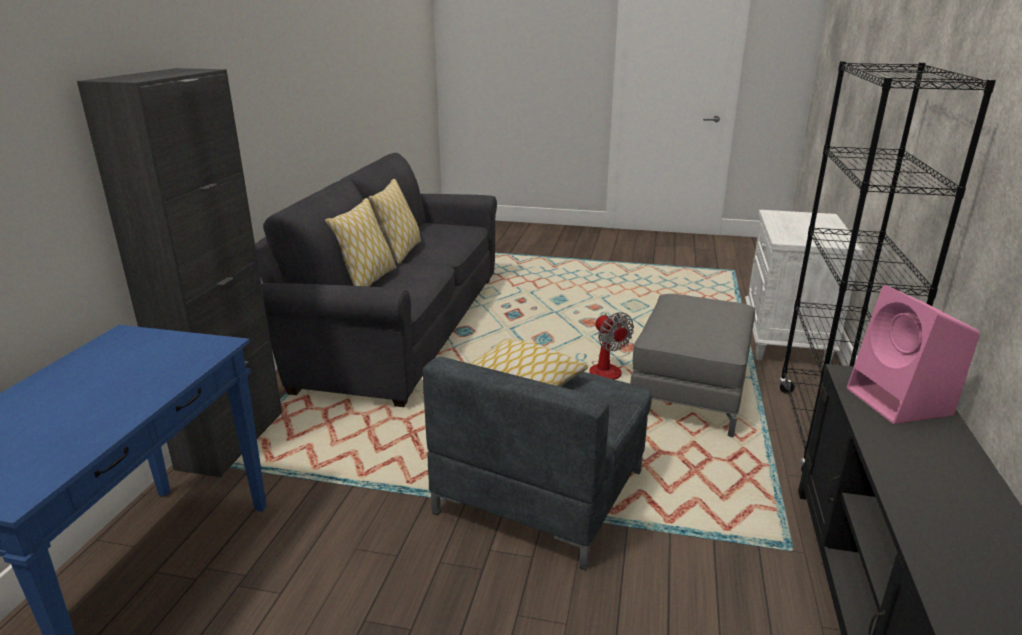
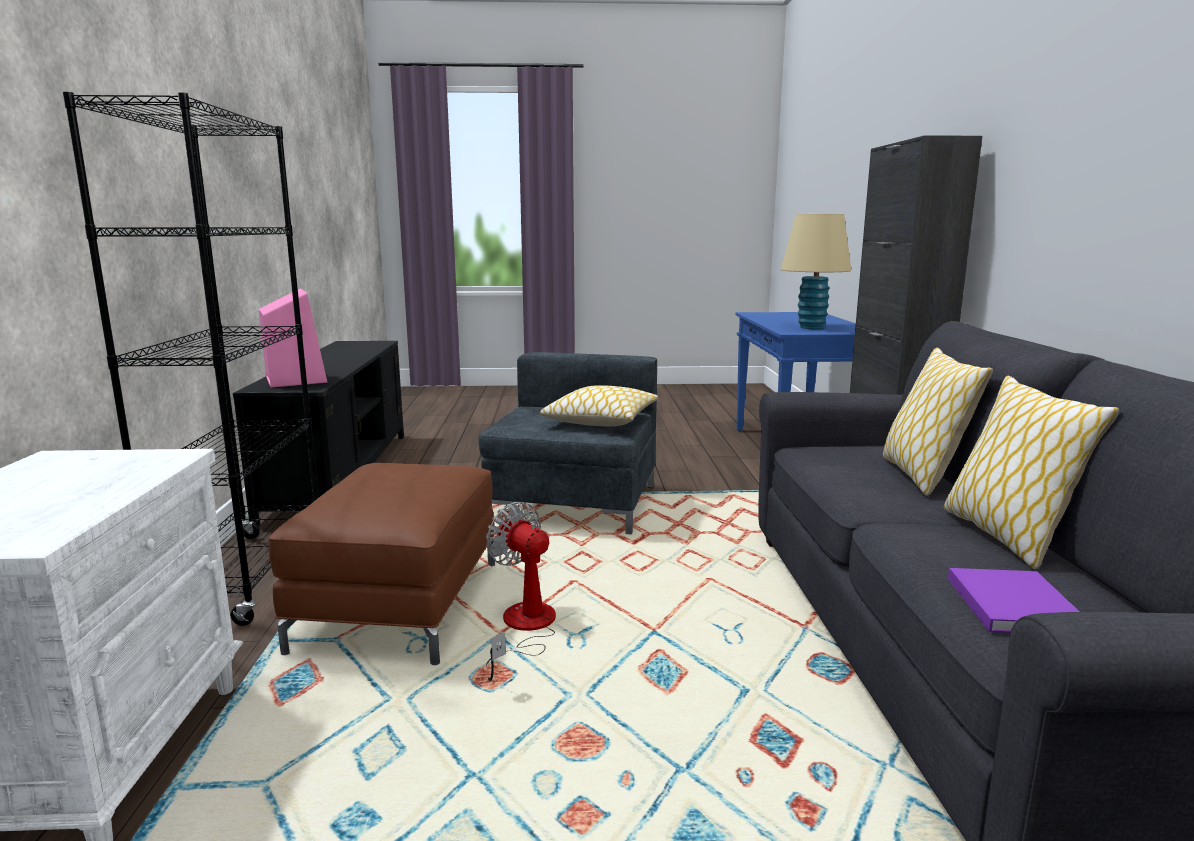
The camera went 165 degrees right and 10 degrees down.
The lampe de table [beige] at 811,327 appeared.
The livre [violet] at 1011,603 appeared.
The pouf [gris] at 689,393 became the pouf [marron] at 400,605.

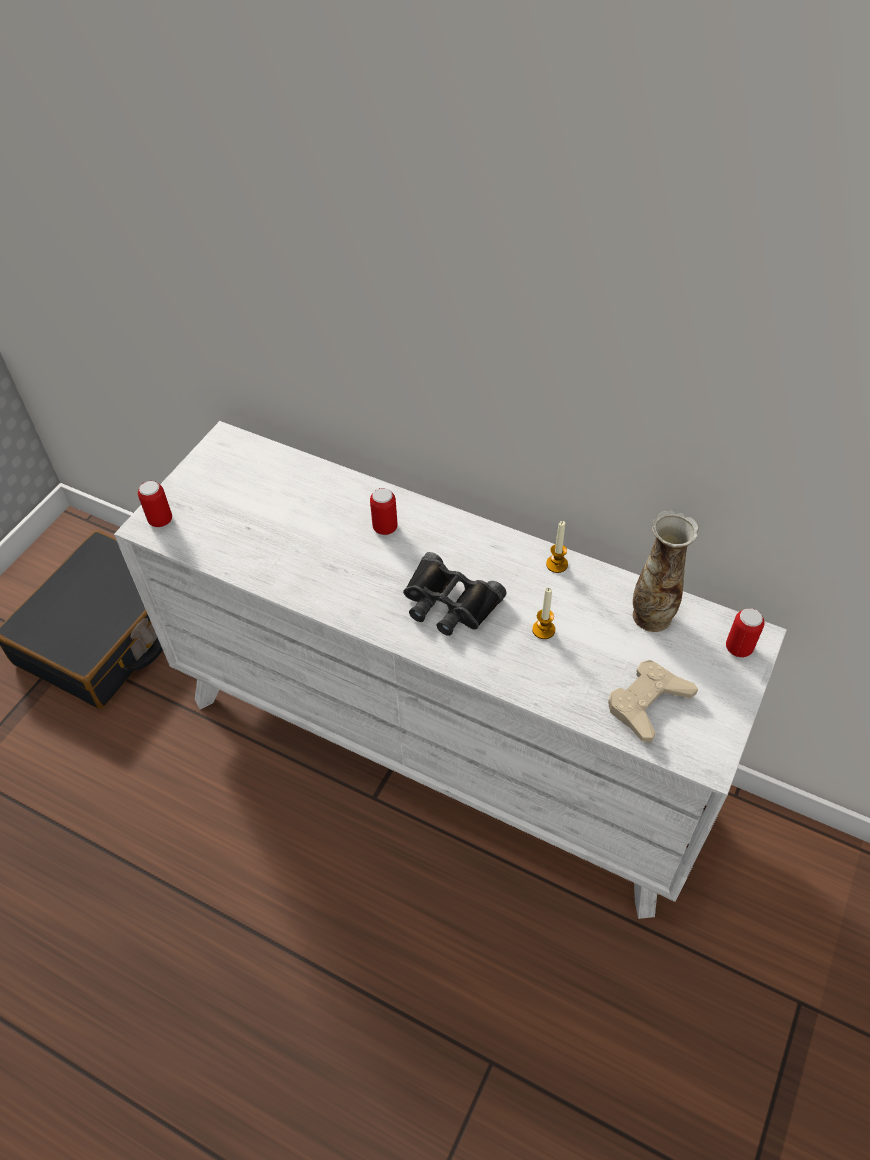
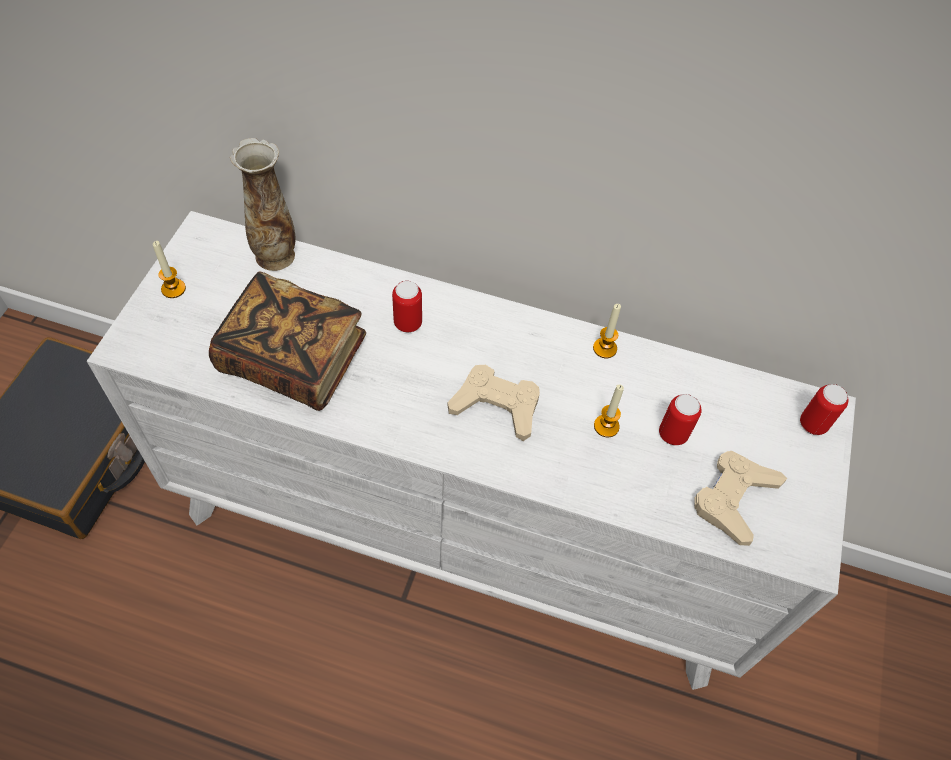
The camera went 15 degrees left and 5 degrees up.
The bougie at 173,289 appeared.
The livre at 293,359 appeared.
The boîte métallique moved from 160,520 to 672,434.
The vase moved from 652,615 to 275,255.
The jumelles [noir] at 448,603 was replaced by the manette [beige] at 496,405.

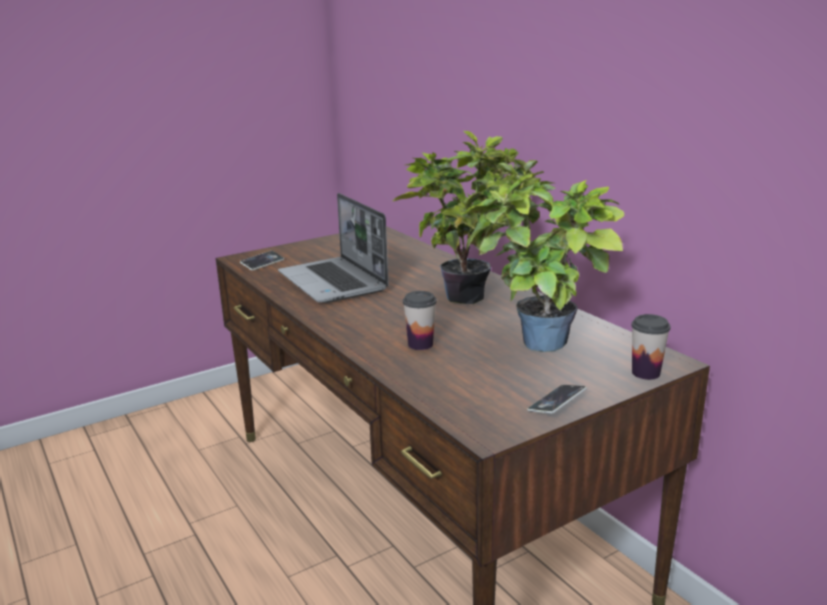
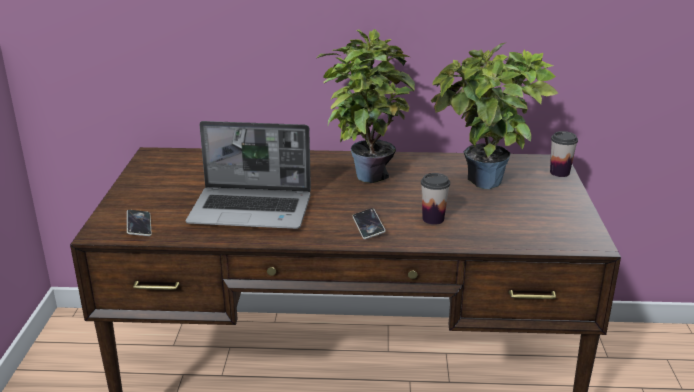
The camera went 55 degrees left and 5 degrees up.
The téléphone moved from 557,403 to 368,226.

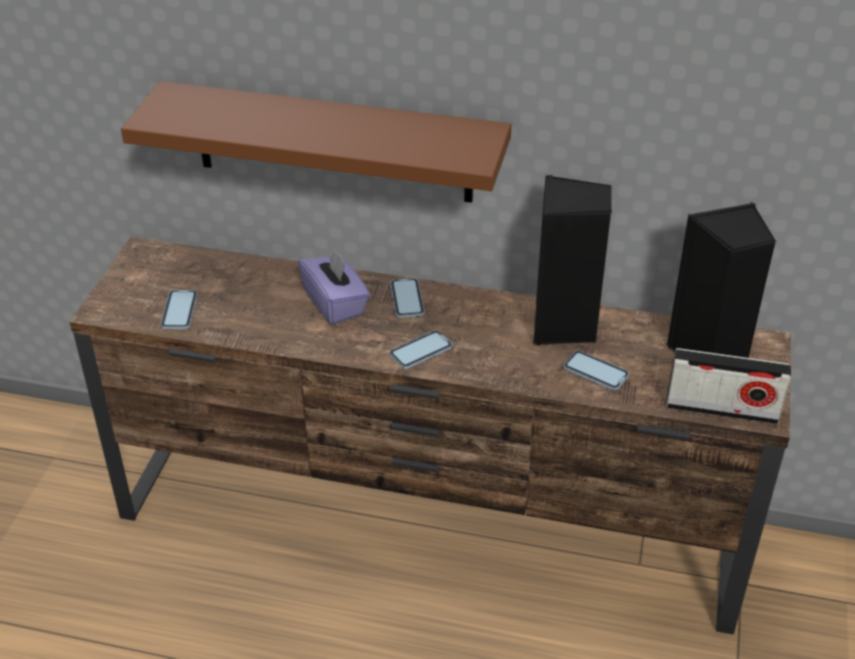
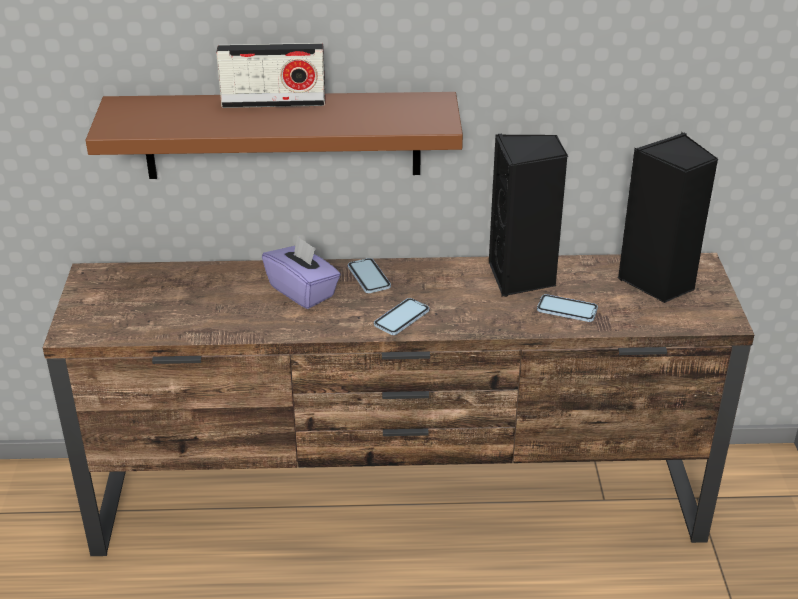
The camera went 15 degrees left and 5 degrees down.
The téléphone at 179,311 disappeared.
The radio moved from 722,409 to 273,102.

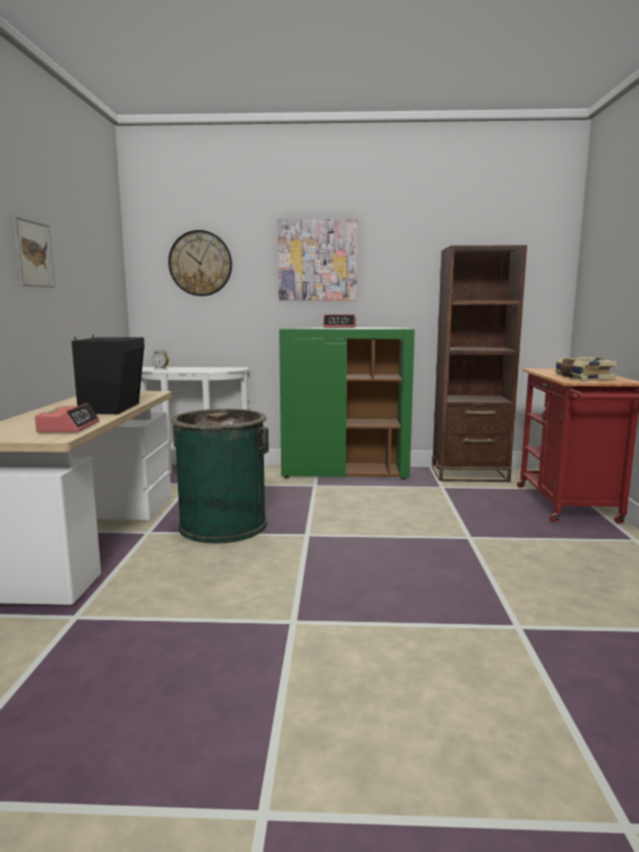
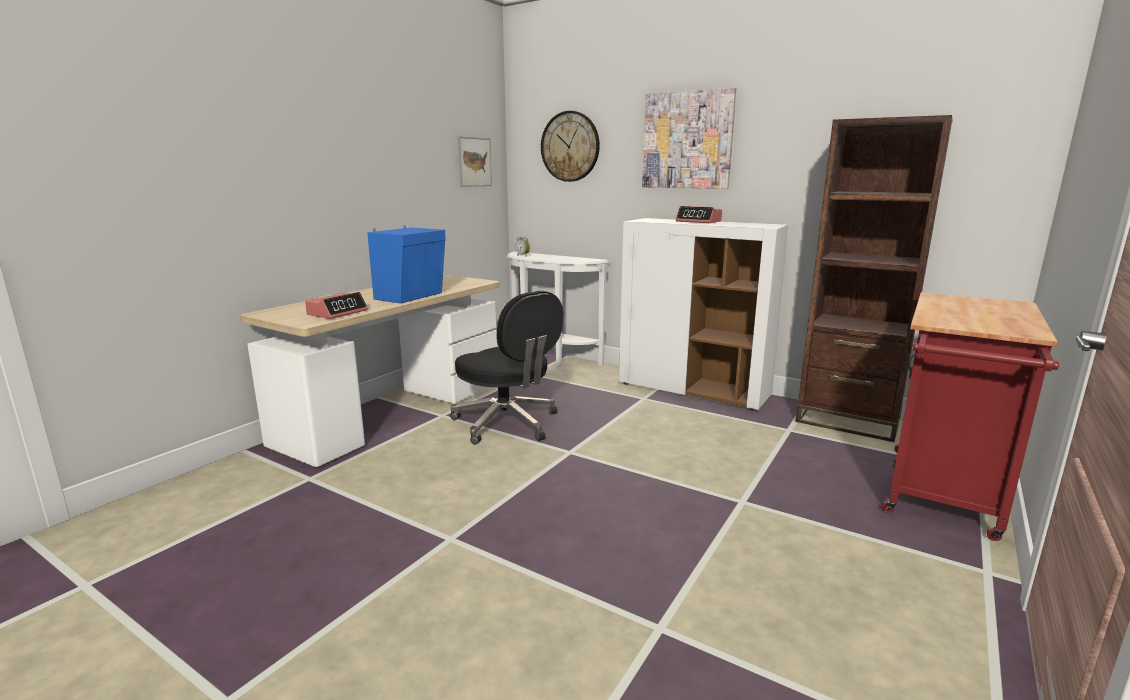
The camera went 30 degrees right and 5 degrees up.
The livre at 582,377 disappeared.
The tableau moved from 33,254 to 474,162.
The poubelle [vert] at 223,525 was replaced by the chaise de bureau [noir] at 507,423.
The enceinte [noir] at 114,408 became the enceinte [bleu] at 412,296.
The meuble de rangement [vert] at 345,473 became the meuble de rangement [blanc] at 694,390.

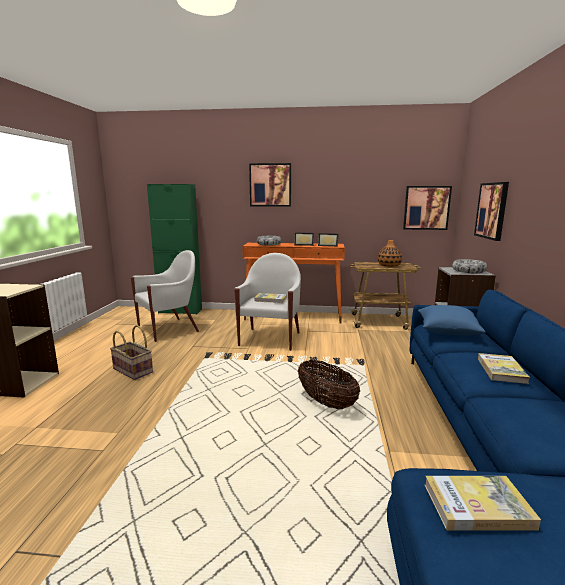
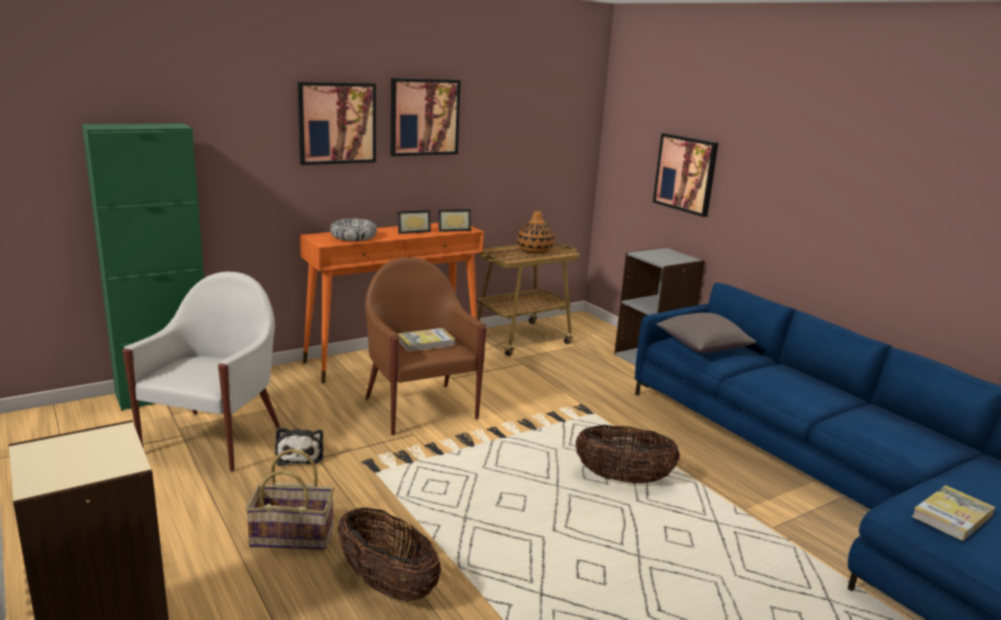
The camera went 40 degrees left and 5 degrees up.
The bol at 468,271 disappeared.
The livre at 501,370 disappeared.
The peluche at 300,455 appeared.
The panier at 387,584 appeared.
The tableau moved from 426,208 to 424,117.
The fauteuil [blanc] at 270,338 became the fauteuil [marron] at 420,407.
The coussin [bleu] at 447,331 became the coussin [gris] at 702,347.

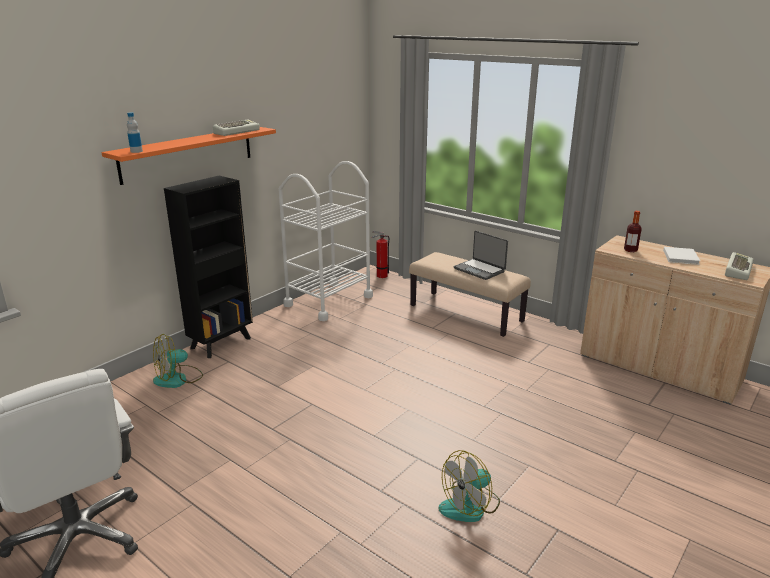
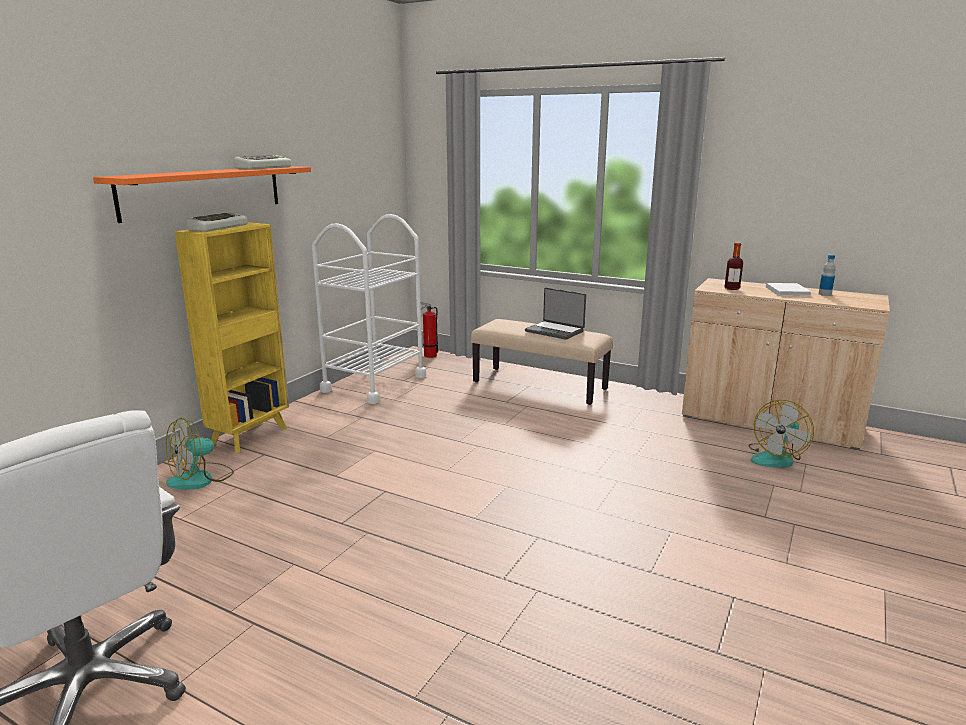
The camera went 10 degrees left and 5 degrees down.
The bouteille moved from 136,151 to 825,294.
The ventilateur moved from 470,506 to 776,458.
The clavier moved from 737,270 to 218,227.
The bibliothèque [noir] at 222,343 became the bibliothèque [jaune] at 251,435.

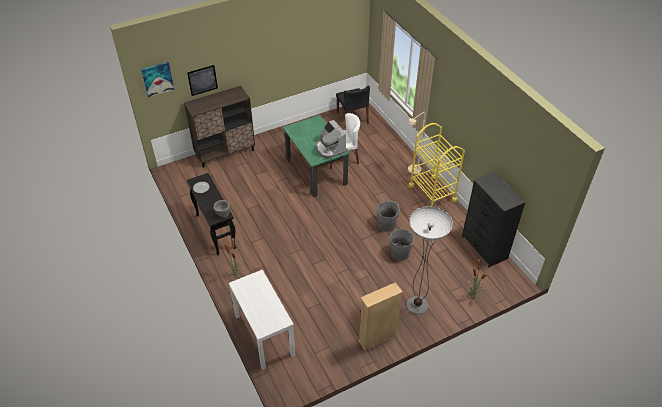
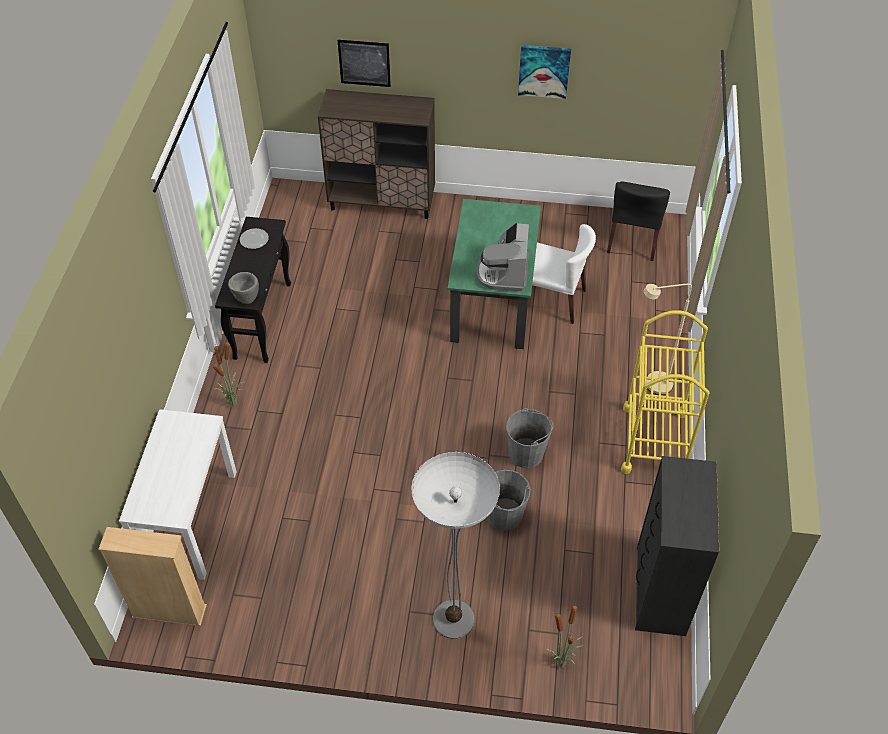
The camera went 35 degrees right and 5 degrees up.
The tableau moved from 157,79 to 544,71.
The bibliothèque [beige] moved from 377,338 to 169,611.

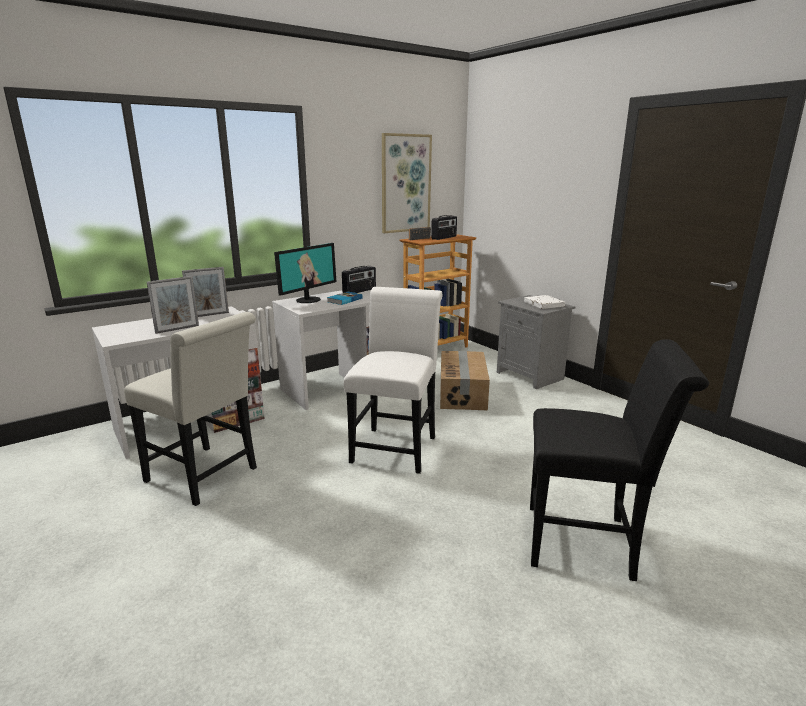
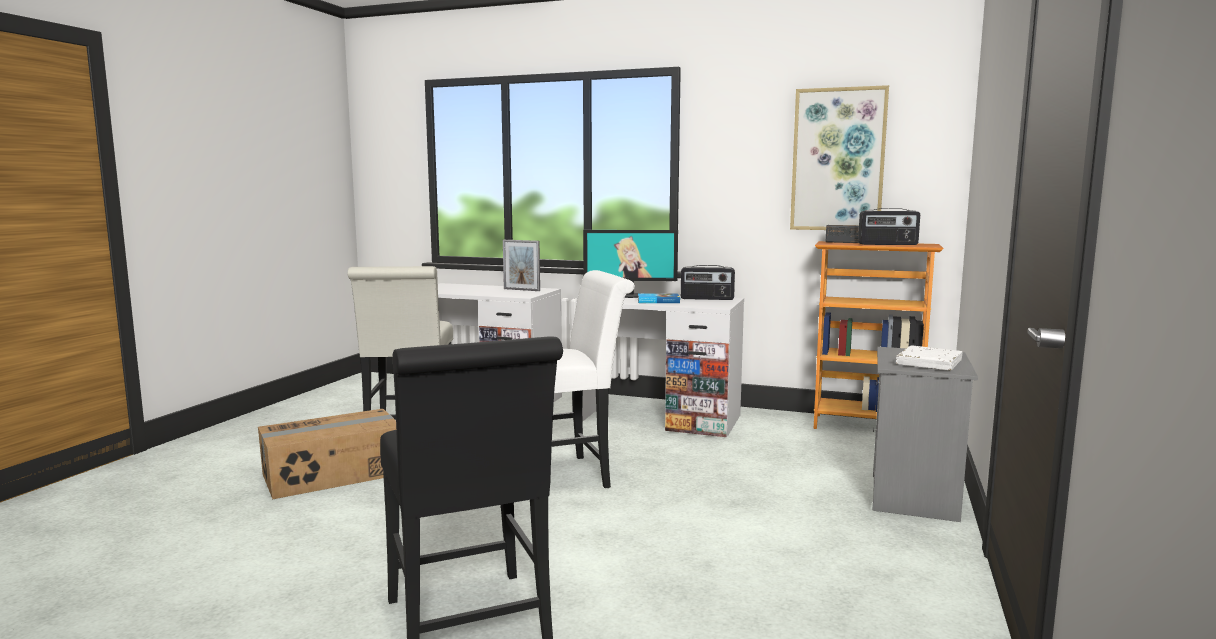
The camera went 55 degrees right and 10 degrees down.
The cadre photo at 177,329 disappeared.
The carton moved from 463,393 to 333,474.

